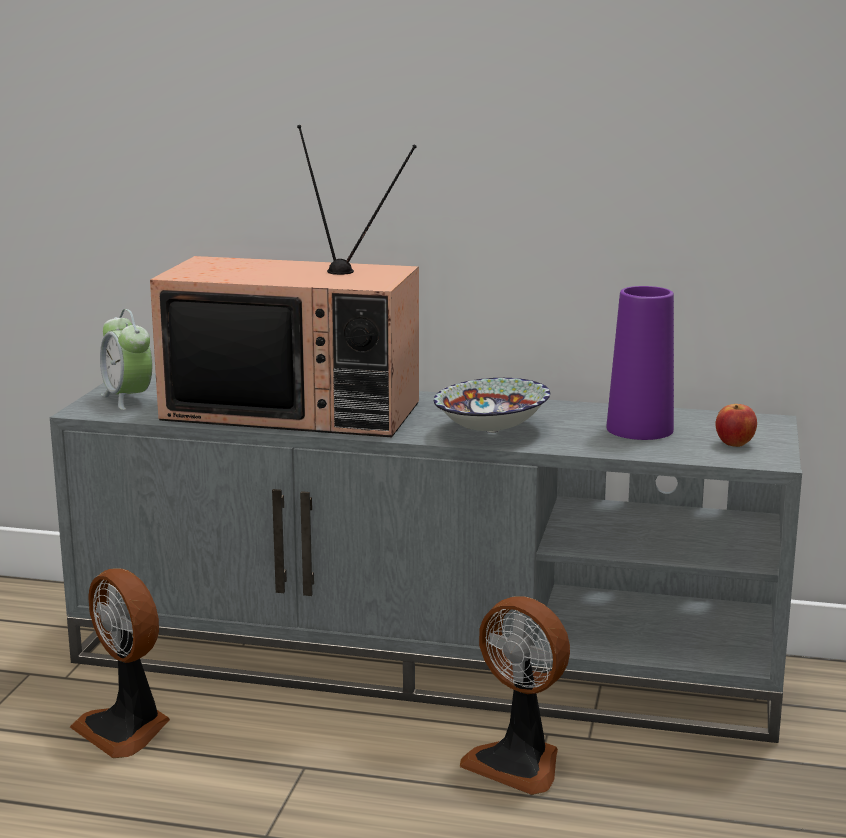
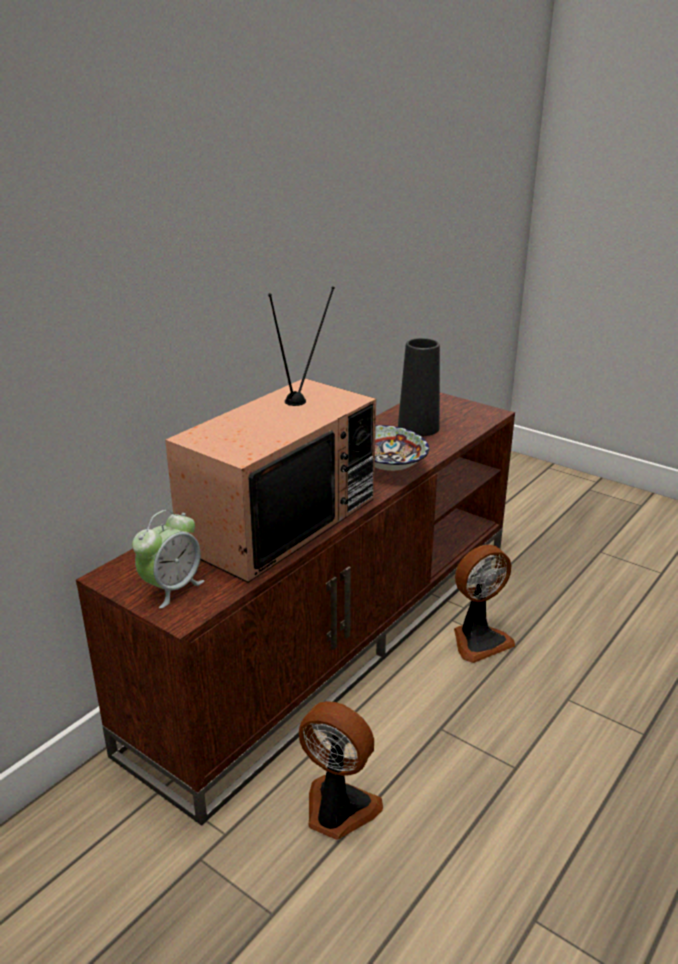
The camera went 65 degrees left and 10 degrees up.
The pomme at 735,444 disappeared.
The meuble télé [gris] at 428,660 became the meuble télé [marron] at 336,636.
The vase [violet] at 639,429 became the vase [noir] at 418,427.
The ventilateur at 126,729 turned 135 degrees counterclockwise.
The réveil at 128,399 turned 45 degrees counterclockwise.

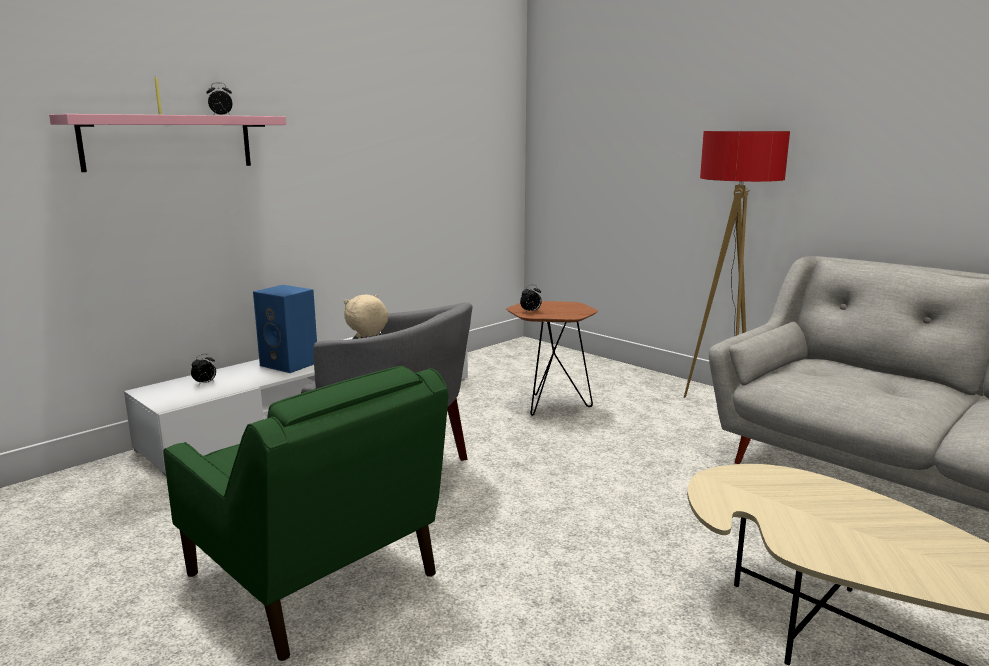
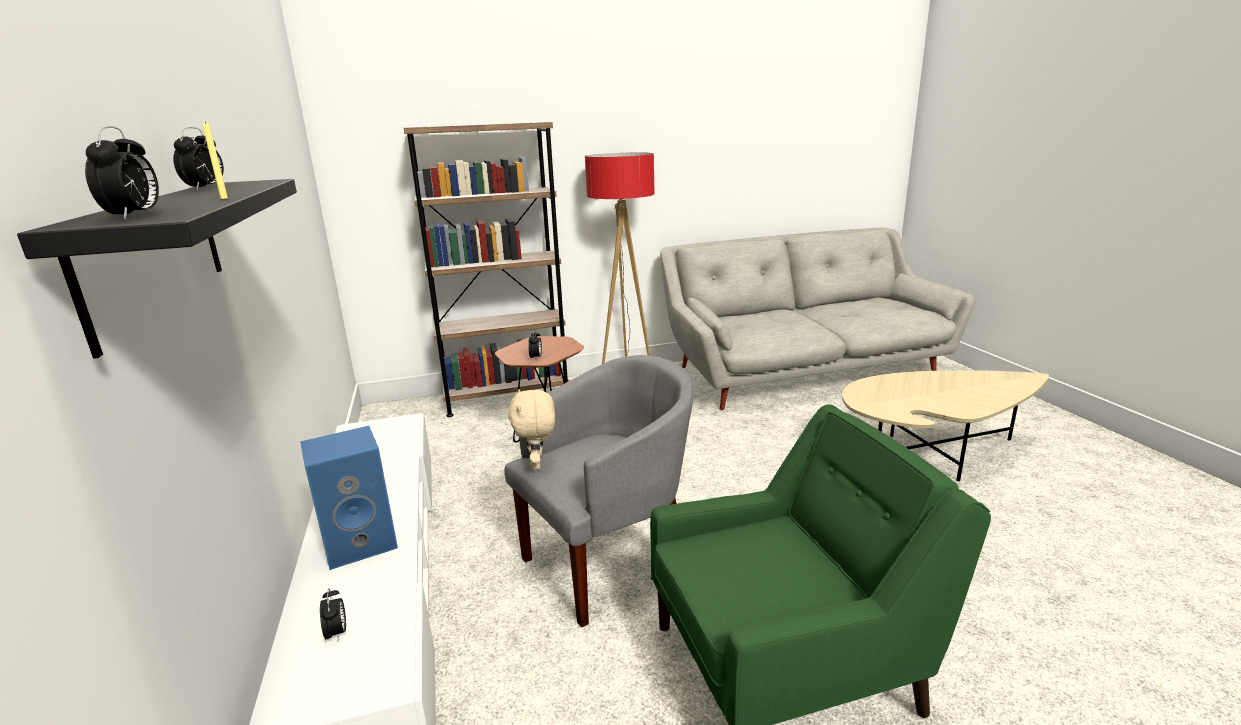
The camera went 60 degrees left and 5 degrees up.
The réveil at 135,216 appeared.
The bibliothèque [marron] at 507,397 appeared.
The étagère [rose] at 169,142 became the étagère [noir] at 155,254.

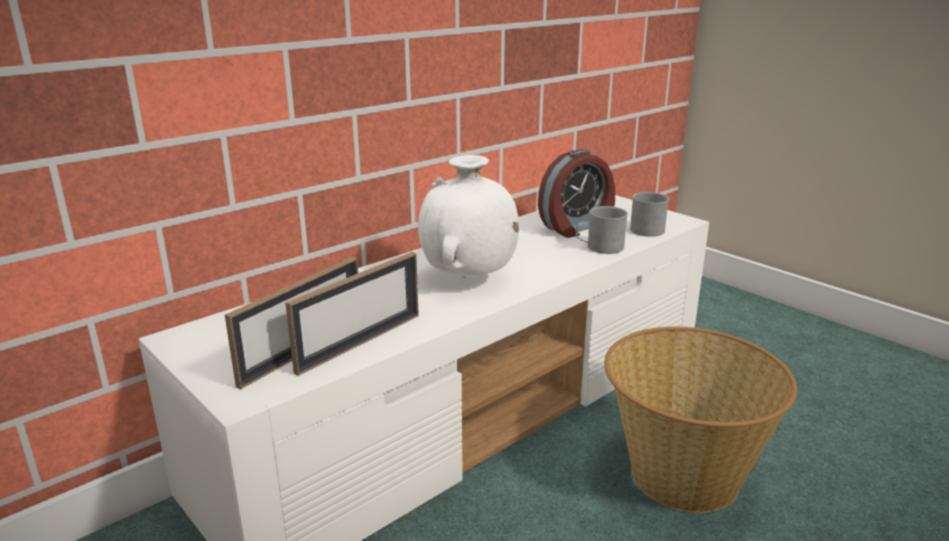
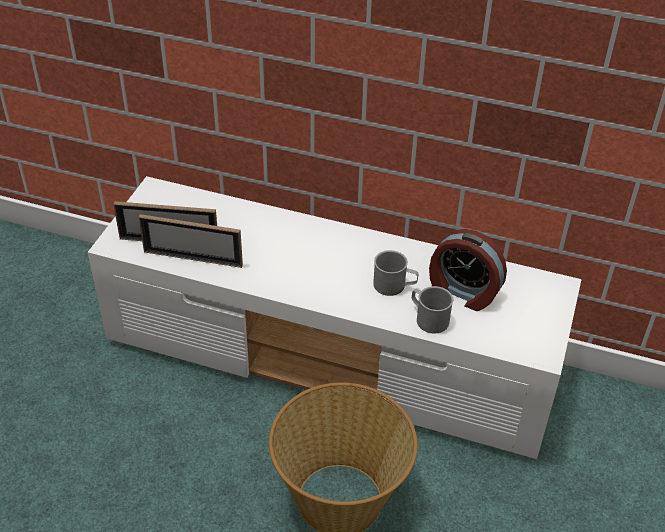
The camera went 60 degrees right and 20 degrees up.
The vase [blanc] at 468,279 disappeared.
The mug [gris] moved from 650,229 to 394,286.

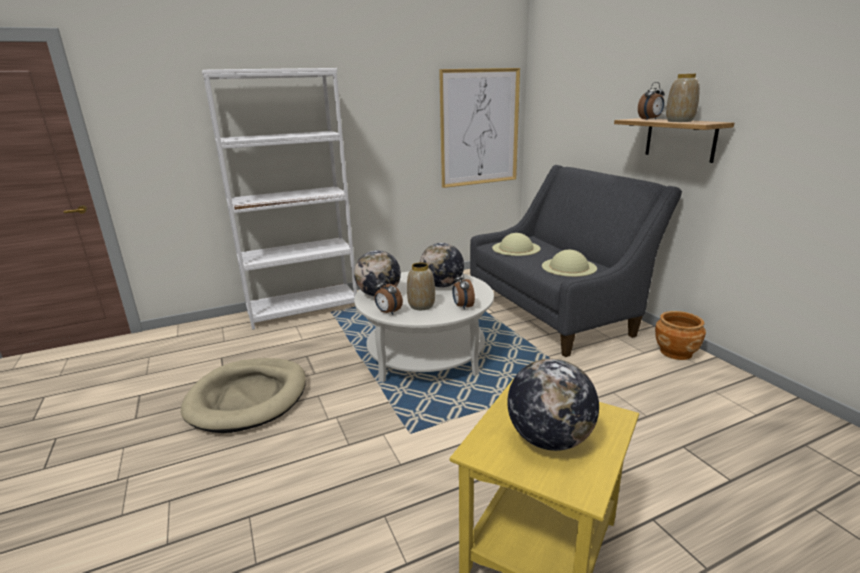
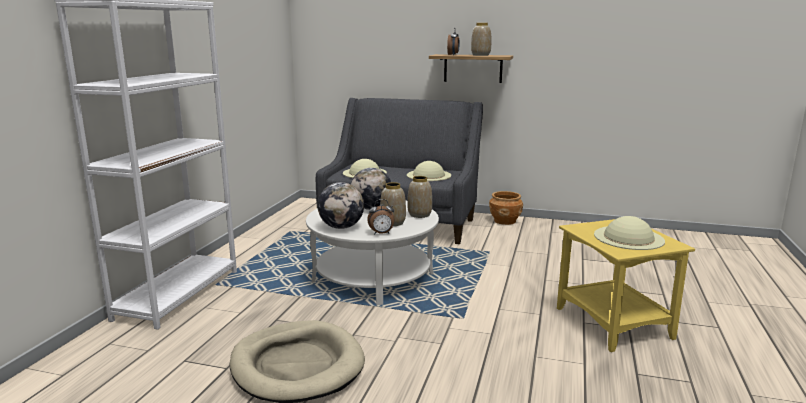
The camera went 50 degrees left and 5 degrees down.
The tableau at 479,128 disappeared.
The réveil at 462,306 was replaced by the vase at 420,215.
The globe at 549,439 was replaced by the chapeau [beige] at 628,237.

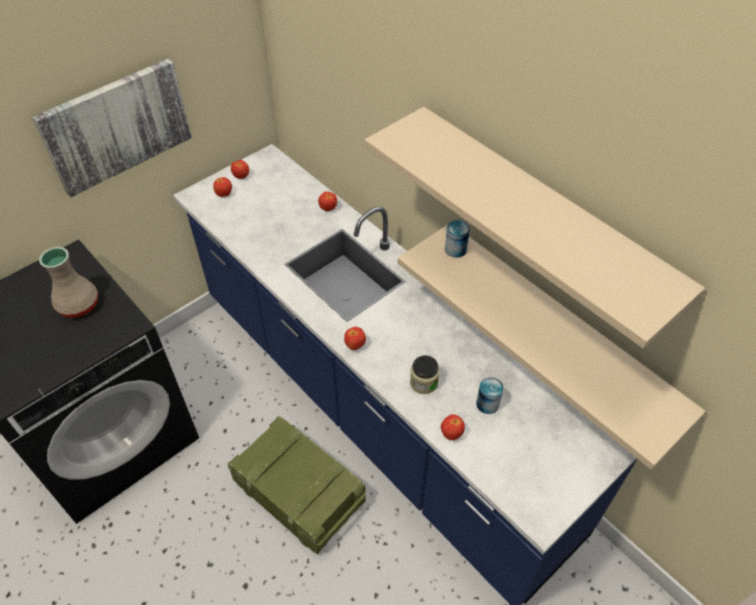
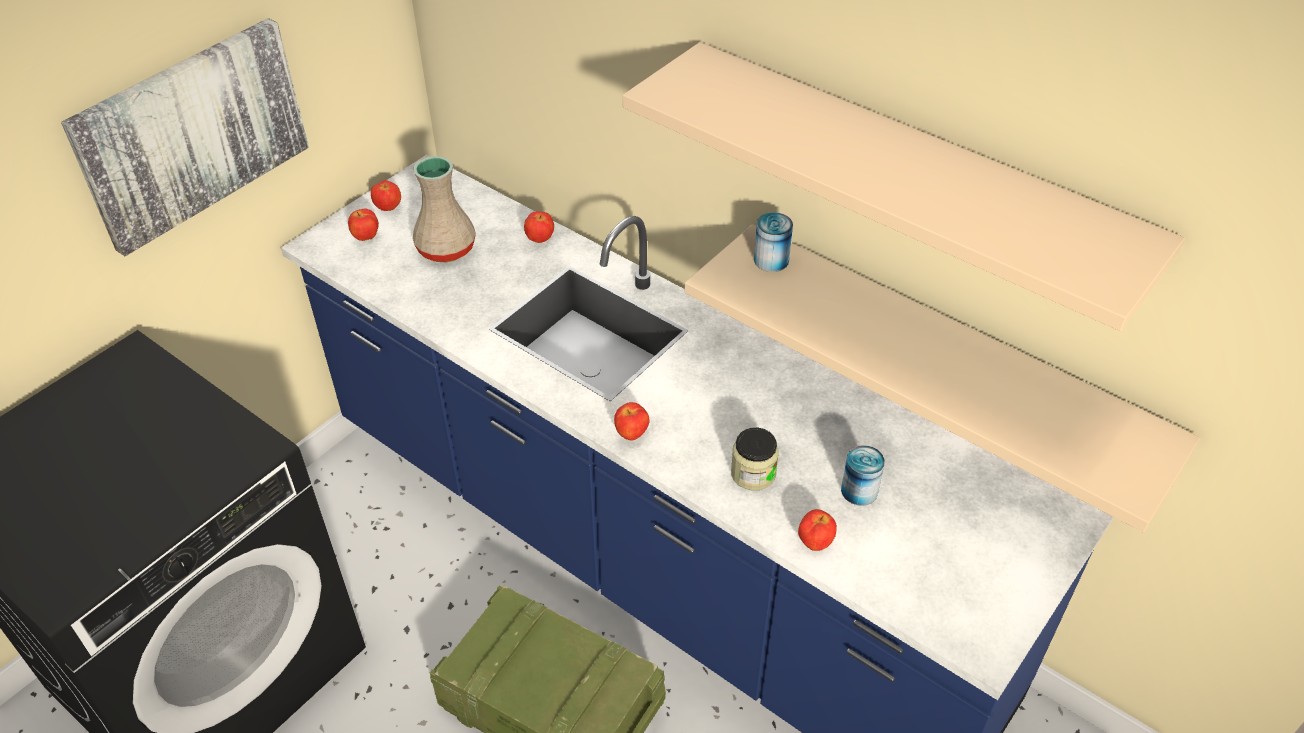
The camera went 10 degrees left and 5 degrees down.
The vase [beige] moved from 77,305 to 444,249.

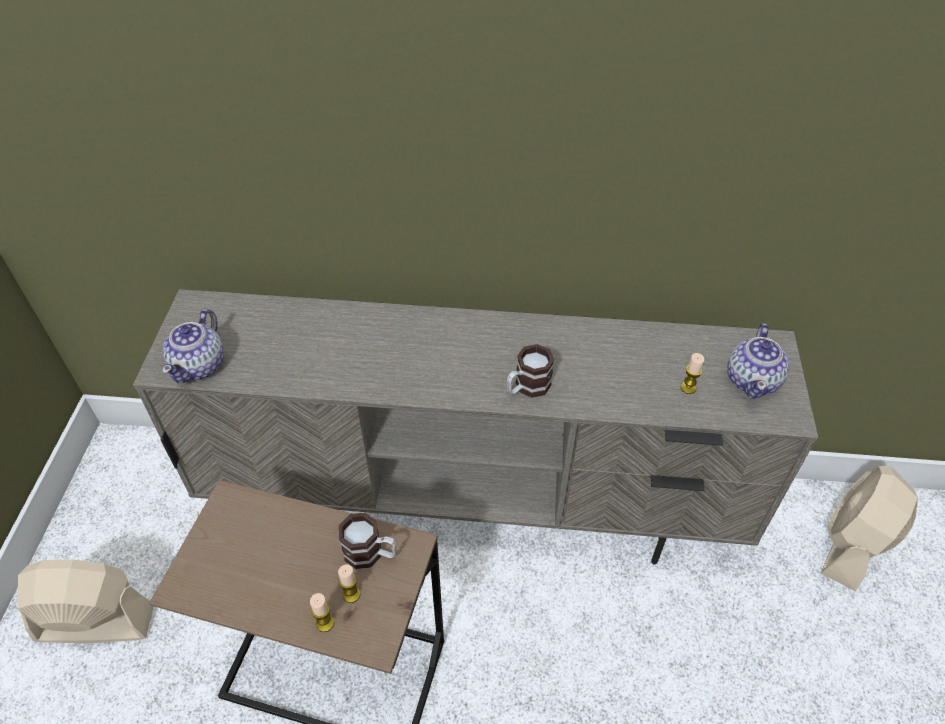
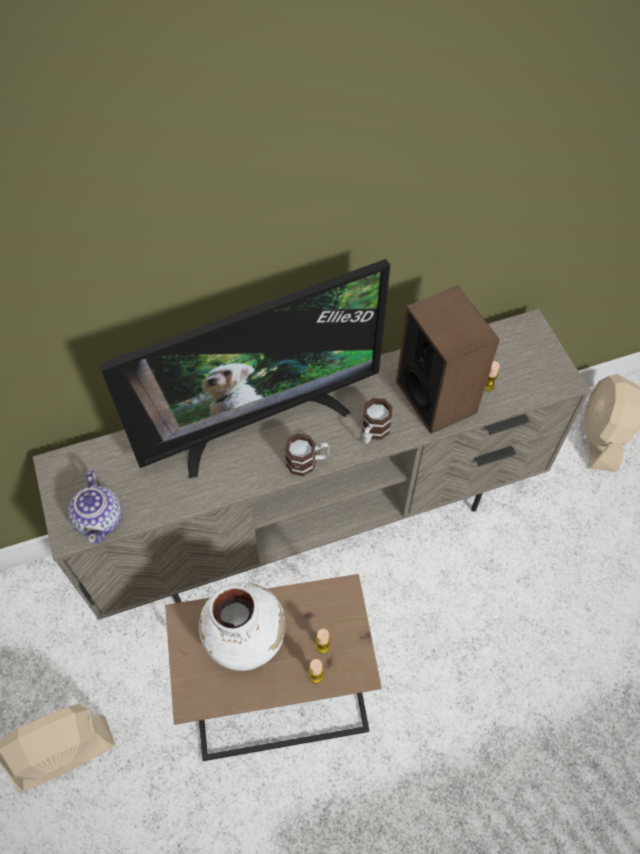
The camera went 25 degrees left and 10 degrees up.
The théière at 752,380 disappeared.
The téléviseur at 259,420 appeared.
The vase [blanc] at 246,635 appeared.
The enceinte at 436,397 appeared.
The mug moved from 371,553 to 307,462.

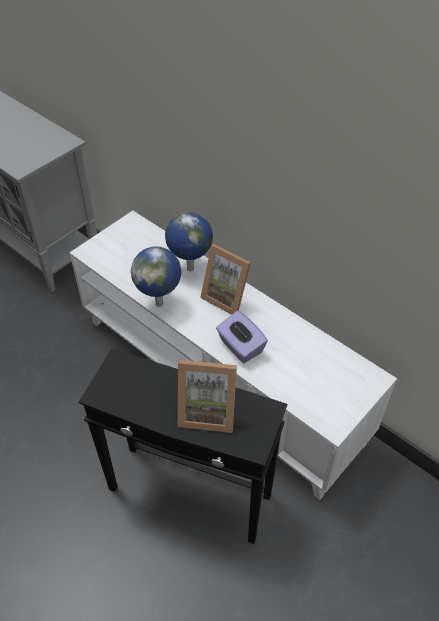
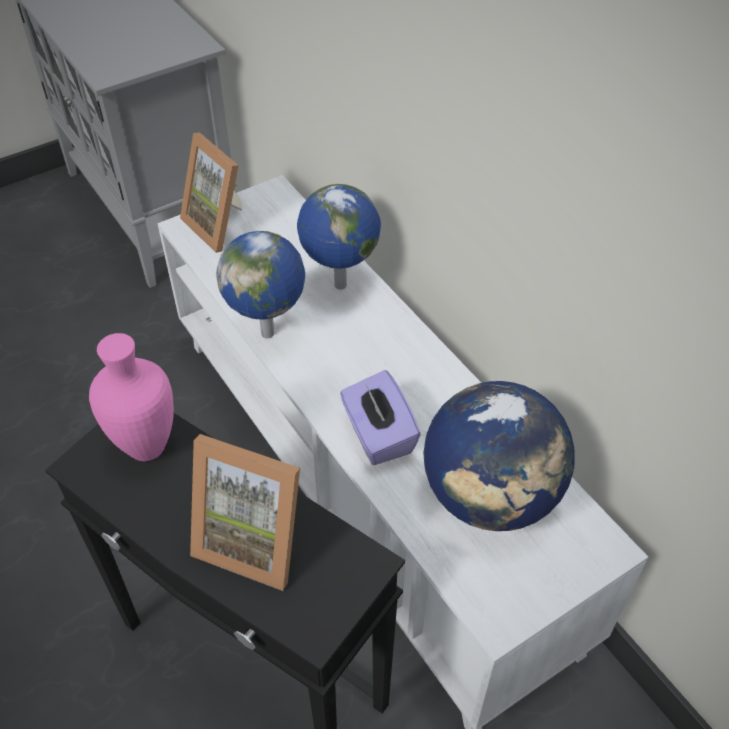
The camera went 15 degrees right and 0 degrees up.
The vase [rose] at 150,447 appeared.
The globe at 491,496 appeared.
The cadre photo moved from 227,297 to 221,225.

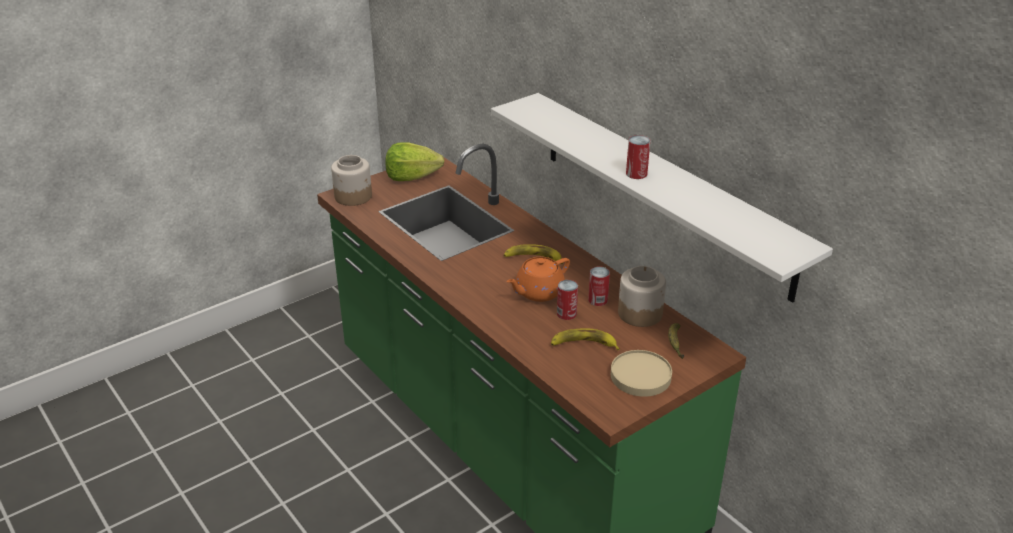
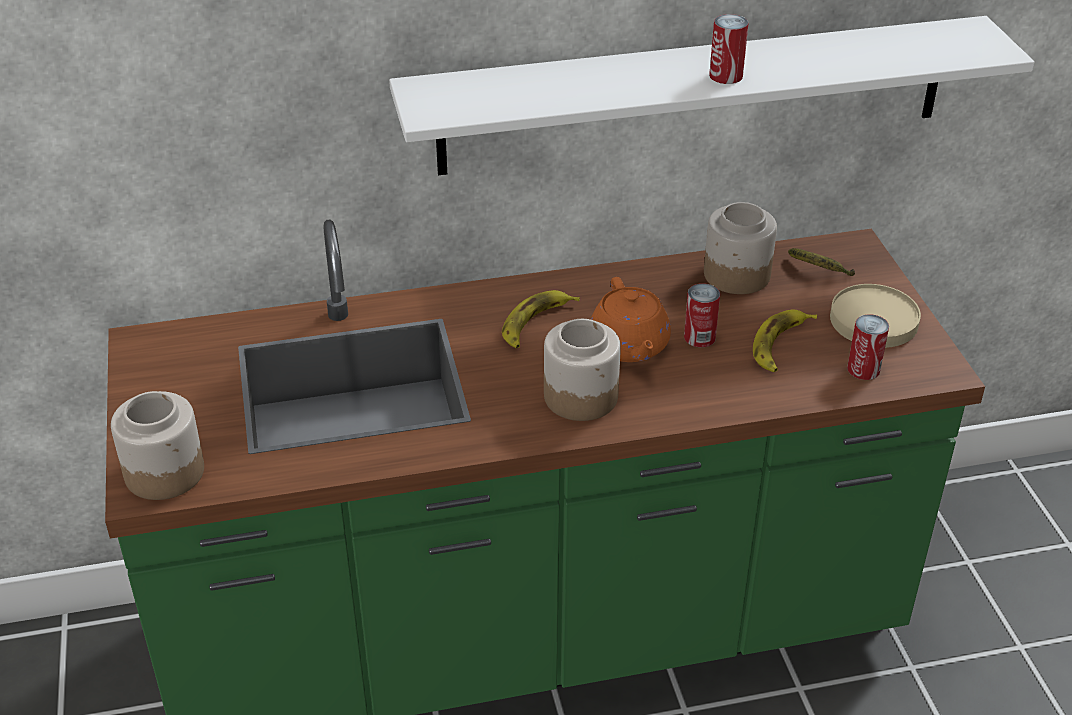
The camera went 65 degrees left and 5 degrees up.
The laitue at 411,177 disappeared.
The bocal at 581,396 appeared.
The boîte métallique moved from 598,300 to 863,369.

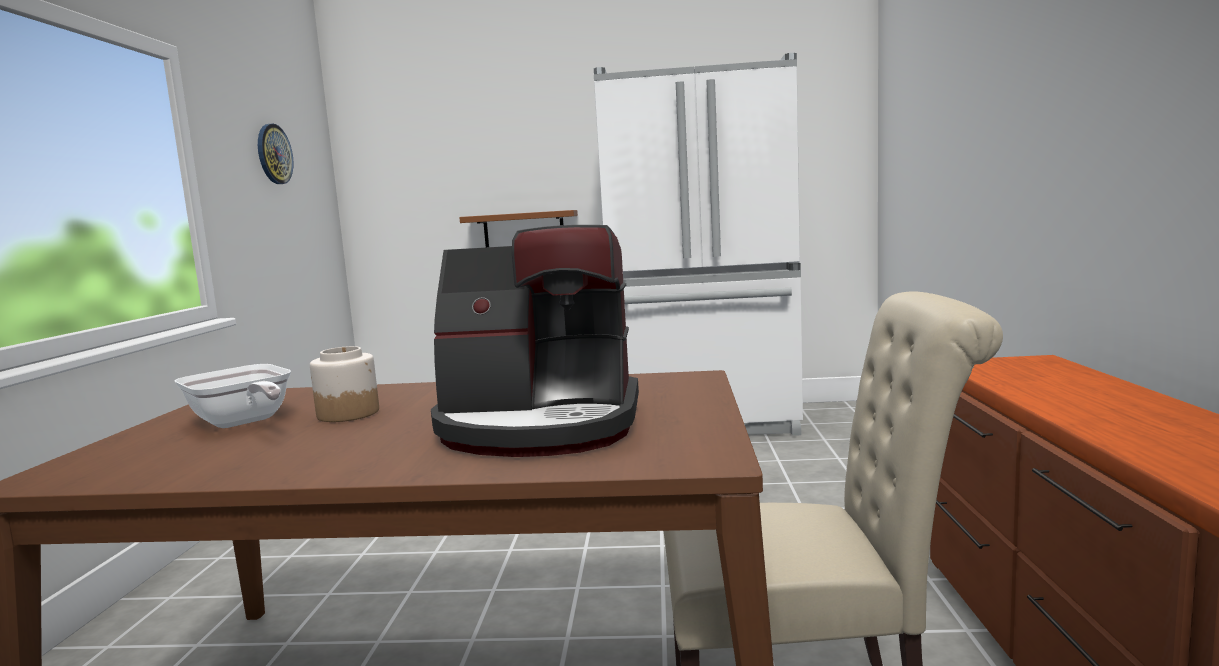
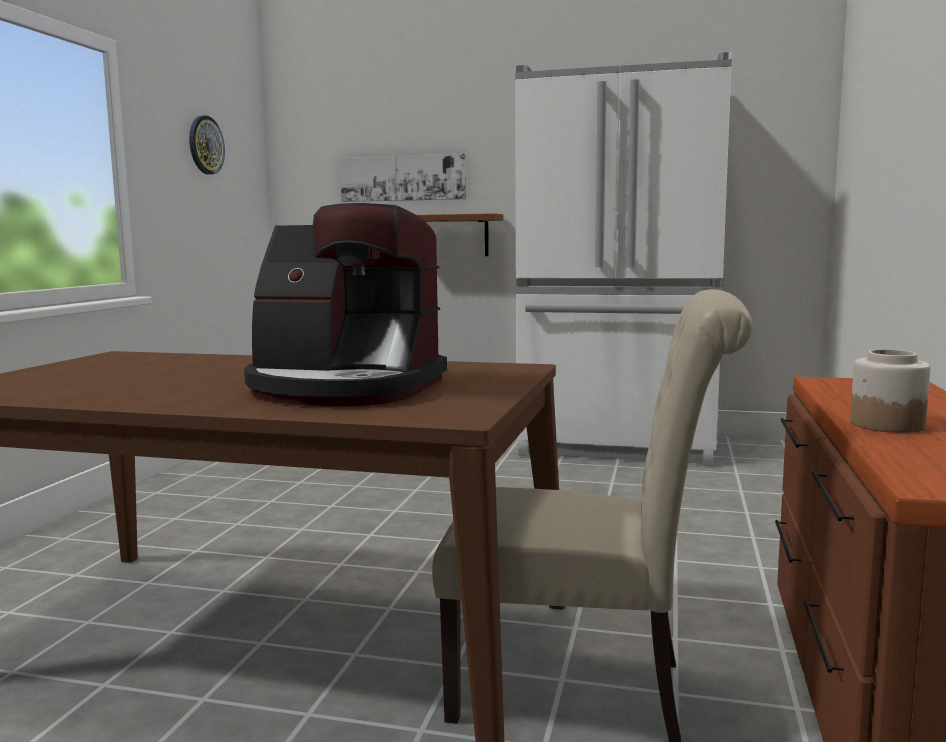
The camera went 10 degrees right and 0 degrees up.
The poêle at 243,423 disappeared.
The tableau at 403,178 appeared.
The bocal moved from 348,413 to 886,425.

